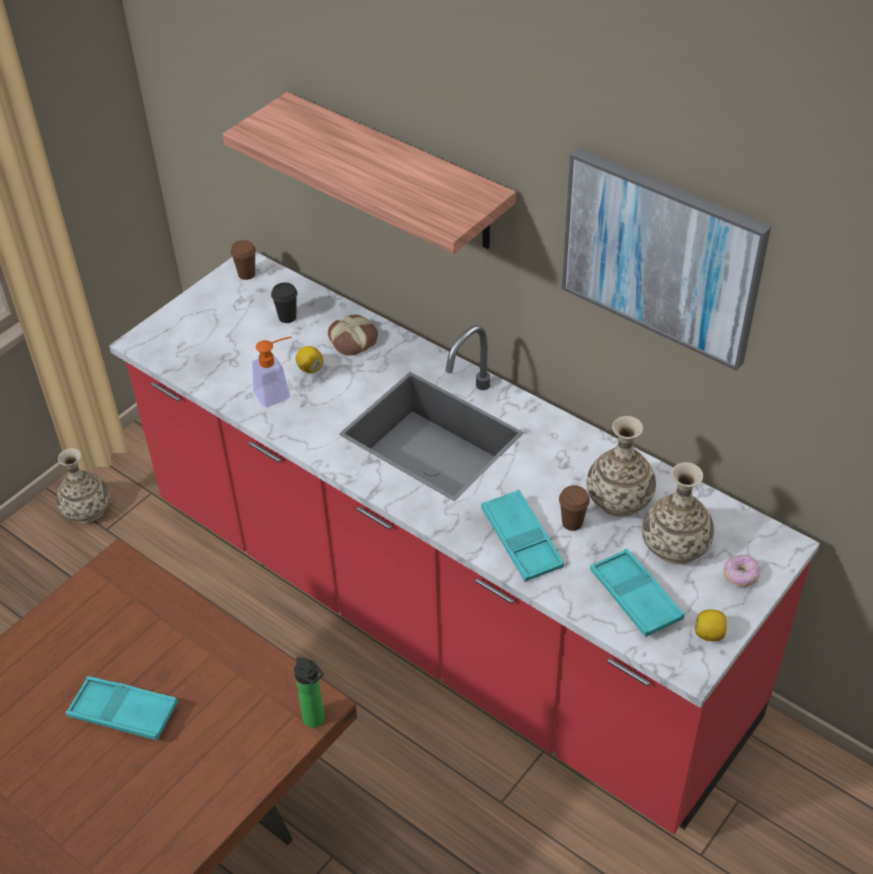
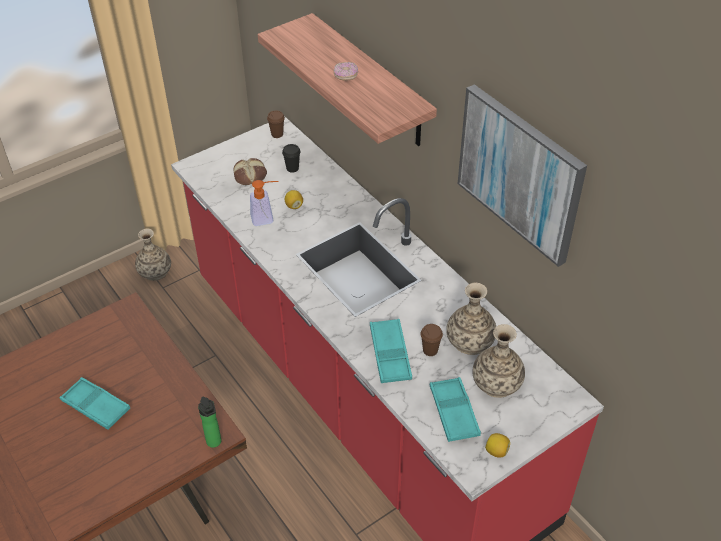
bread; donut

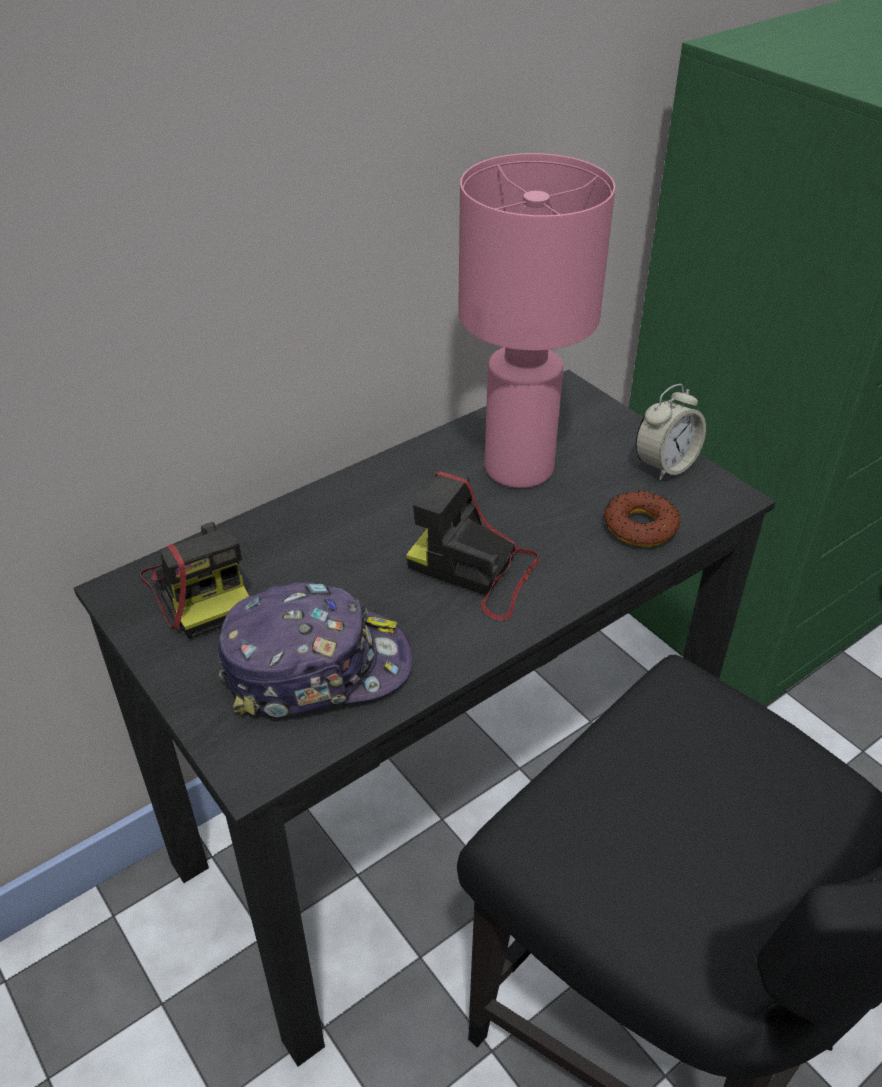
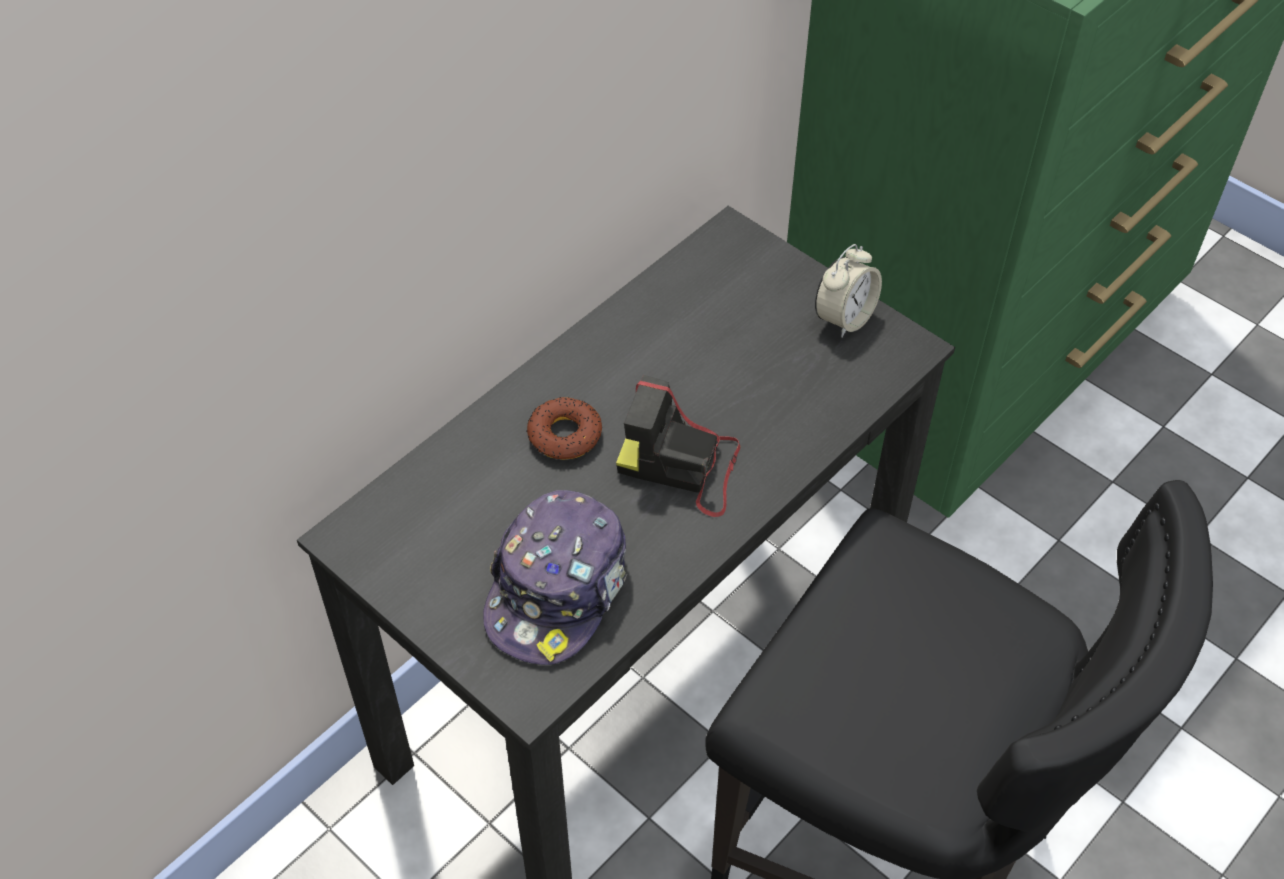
photo camera (no. 1 from left in the first image); cap; pink table lamp; donut

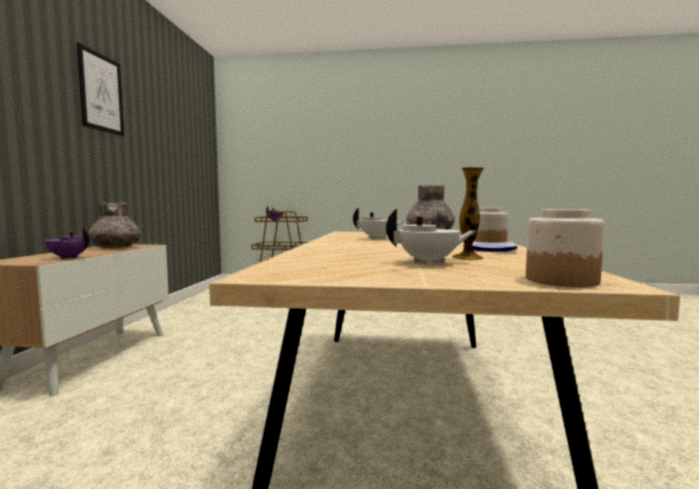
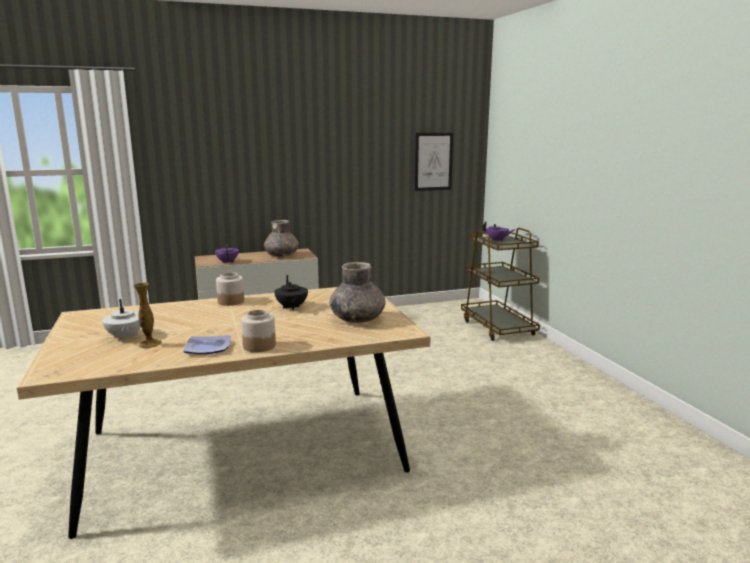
picture; black teapot; jar (no. 1 from left)

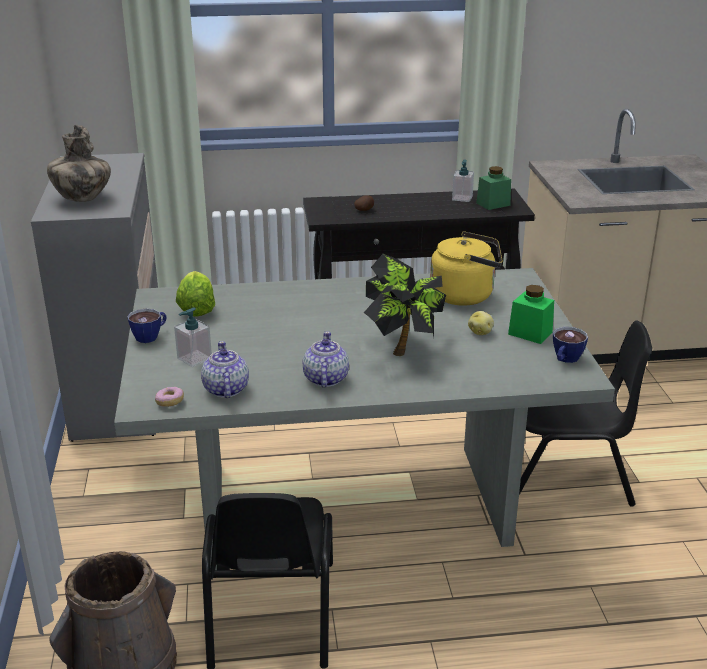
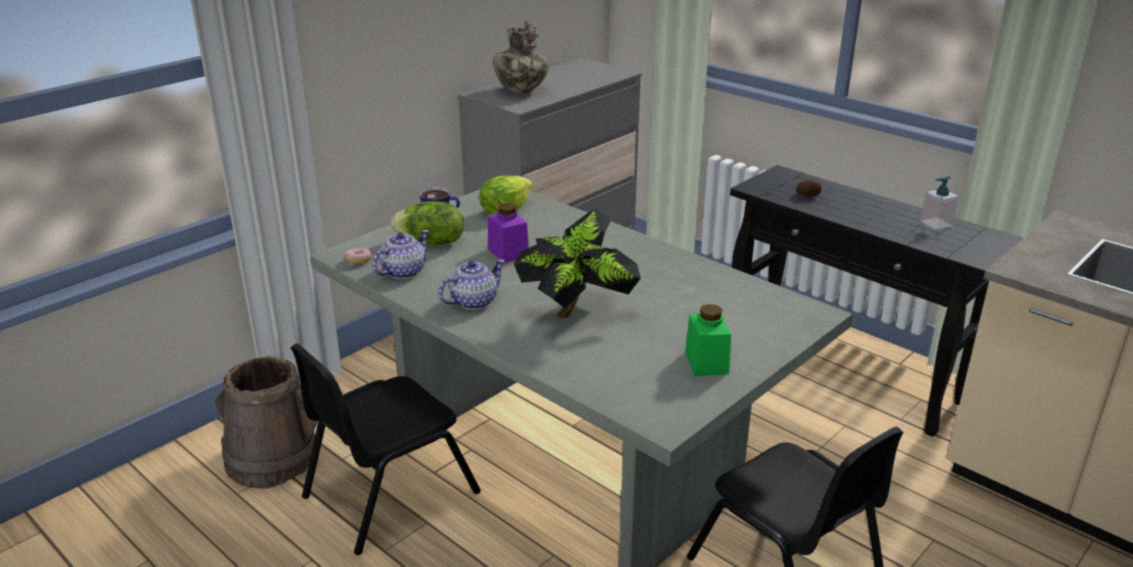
lettuce (no. 1 from left); yellow kettle; potato (no. 2 from left in the first image); green jar (no. 1 from left in the first image); cup (no. 2 from left in the first image); purple jar

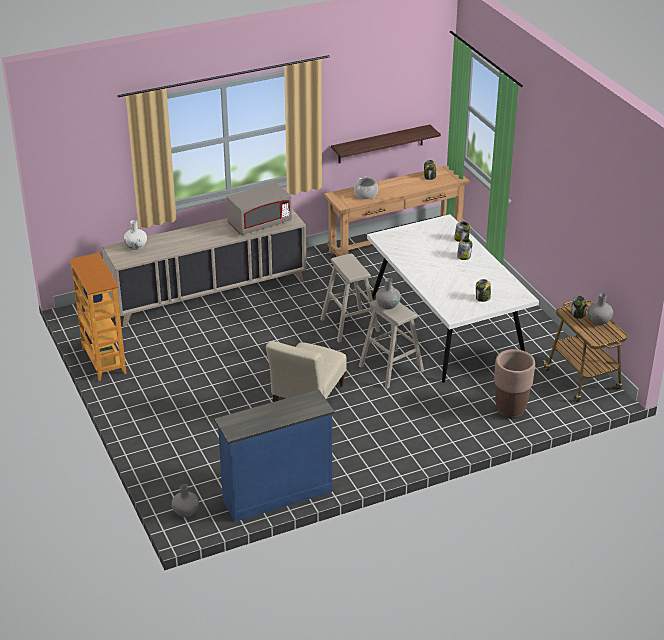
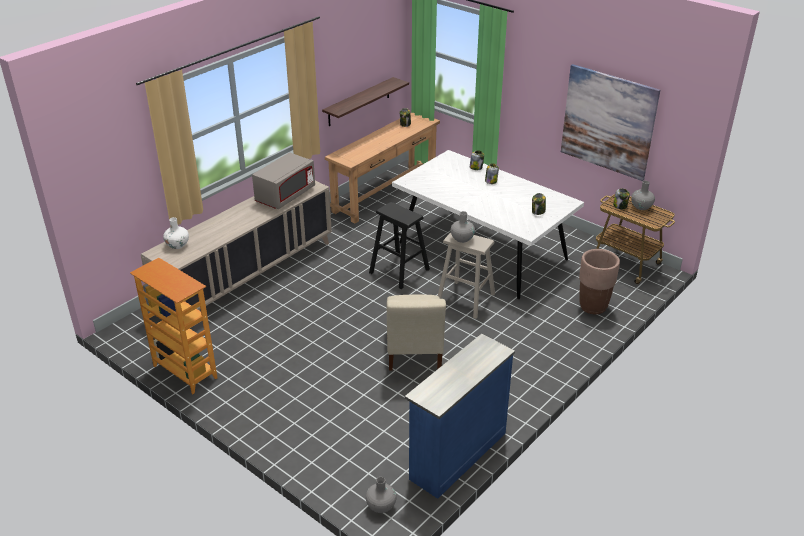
black stool; cooking pot; picture

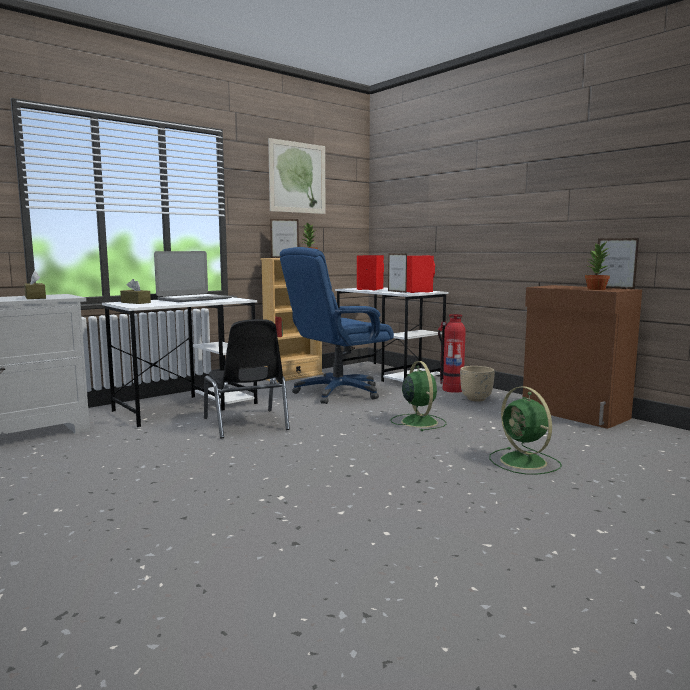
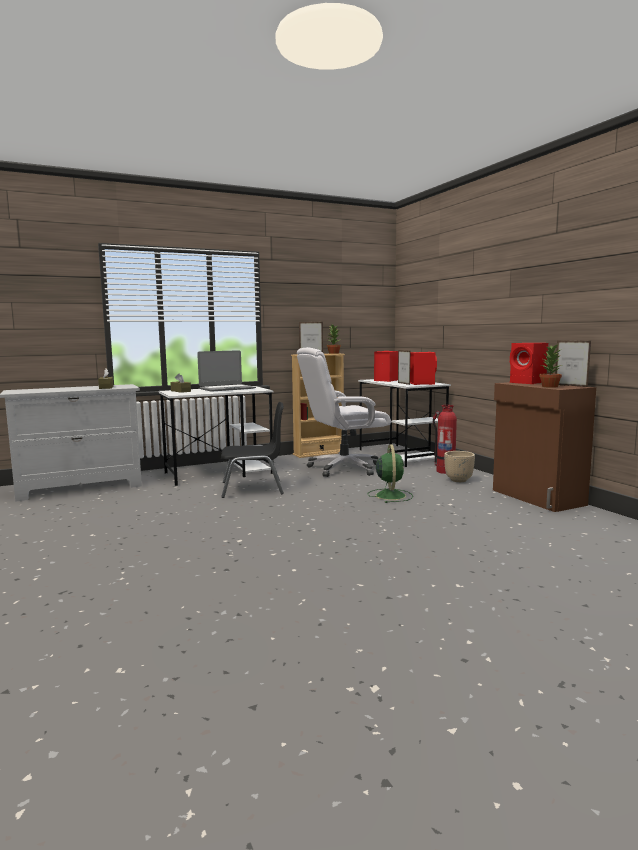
black chair; picture; white office chair; green fan (no. 2 from left in the first image); red speaker (no. 3 from left)

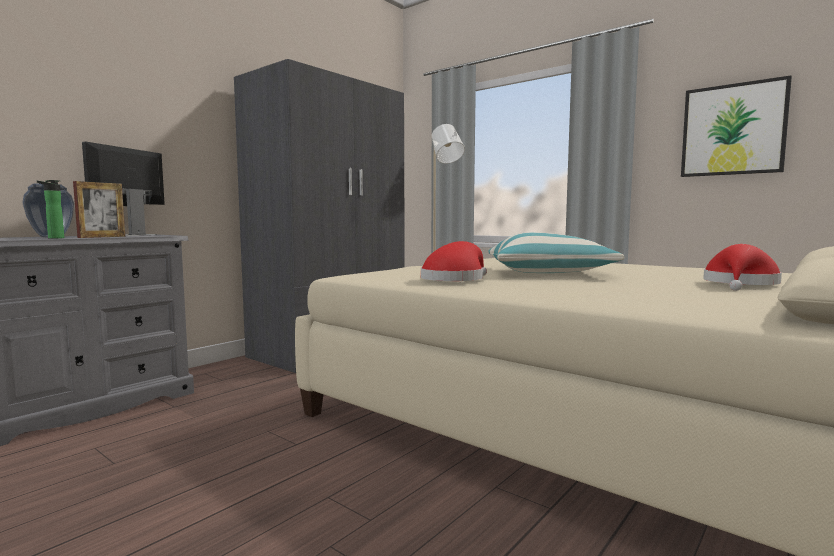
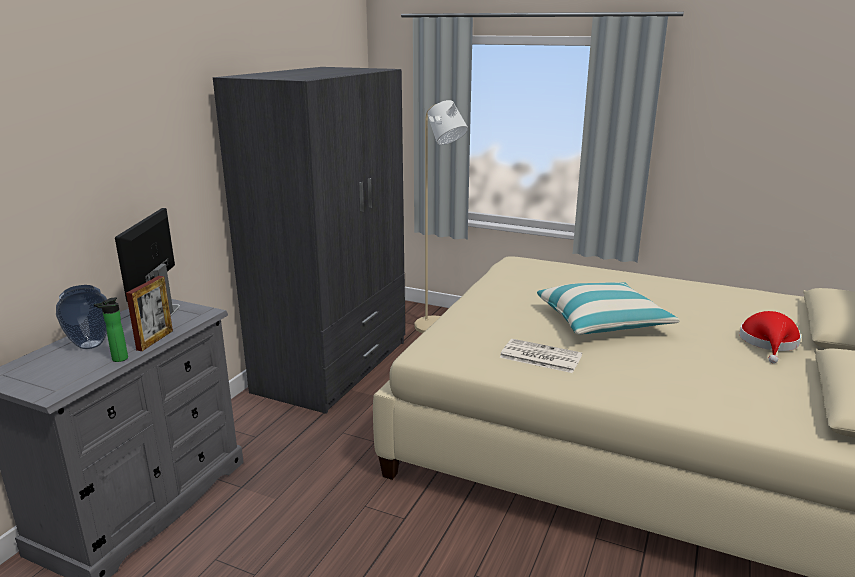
newspaper; picture

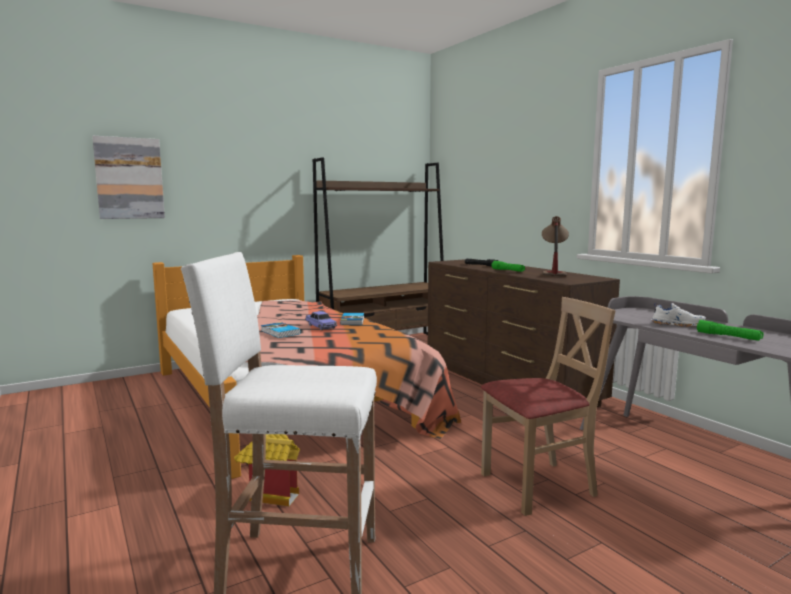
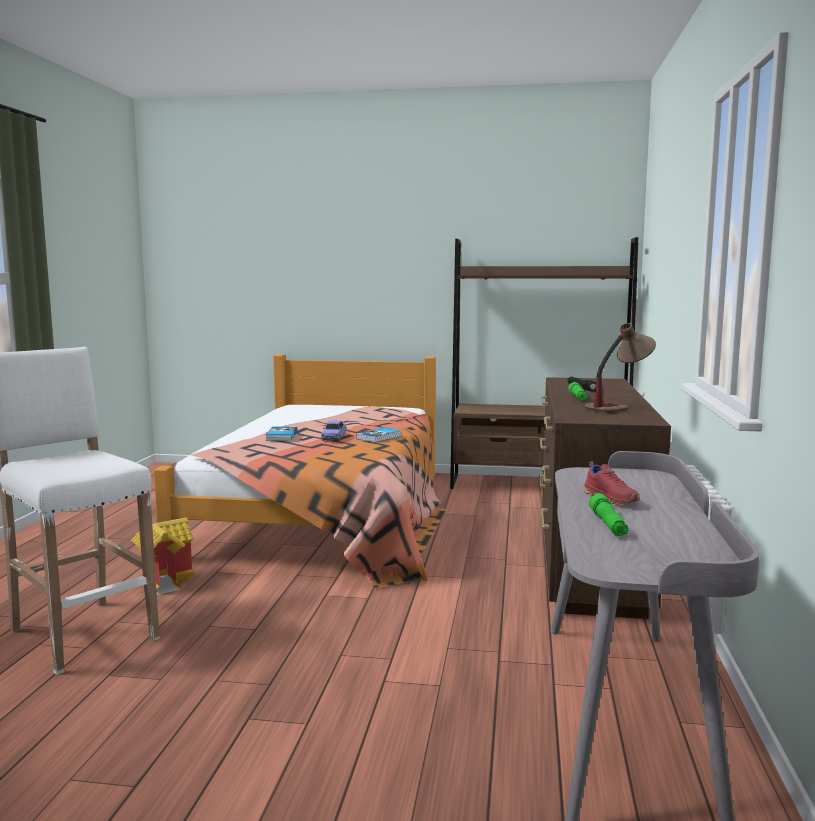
picture; beige chair; red shoe

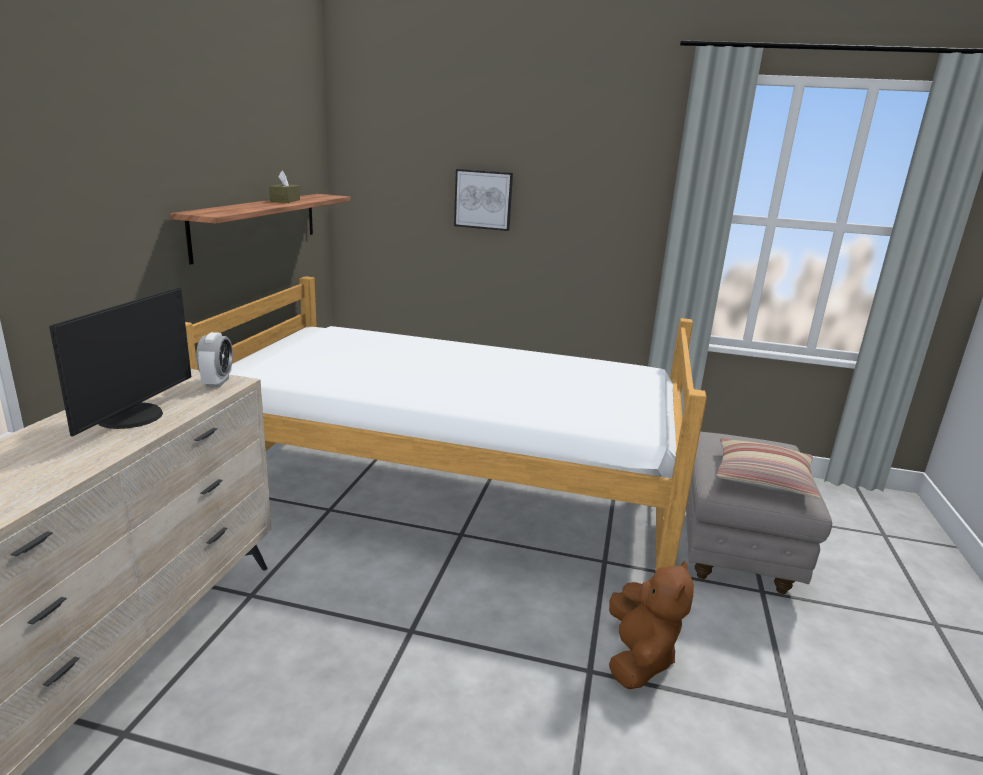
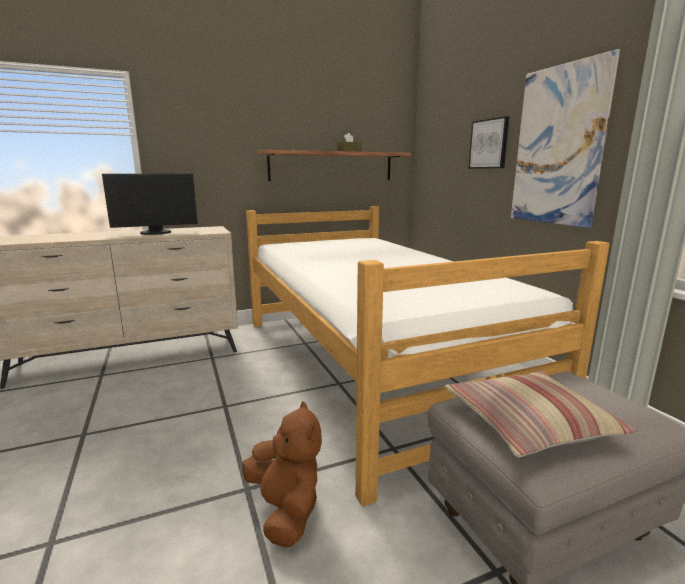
alarm clock; brown plush toy; picture (no. 2 from left)

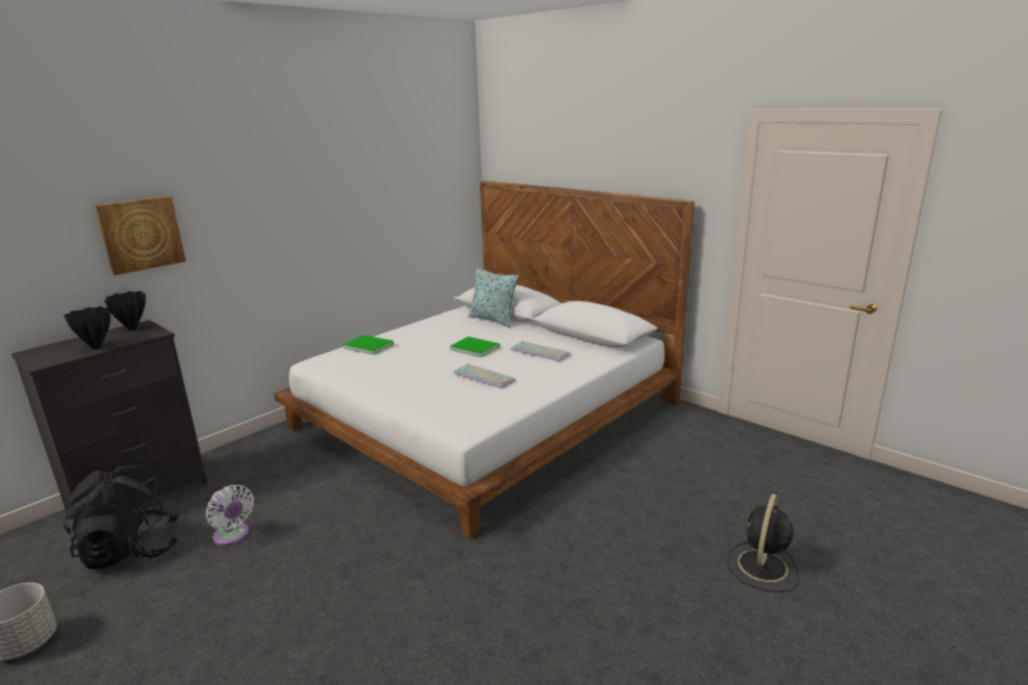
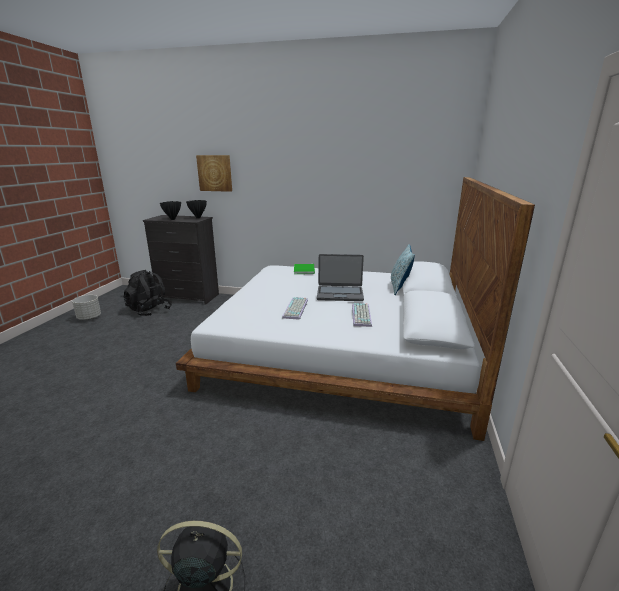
white fan; laptop

